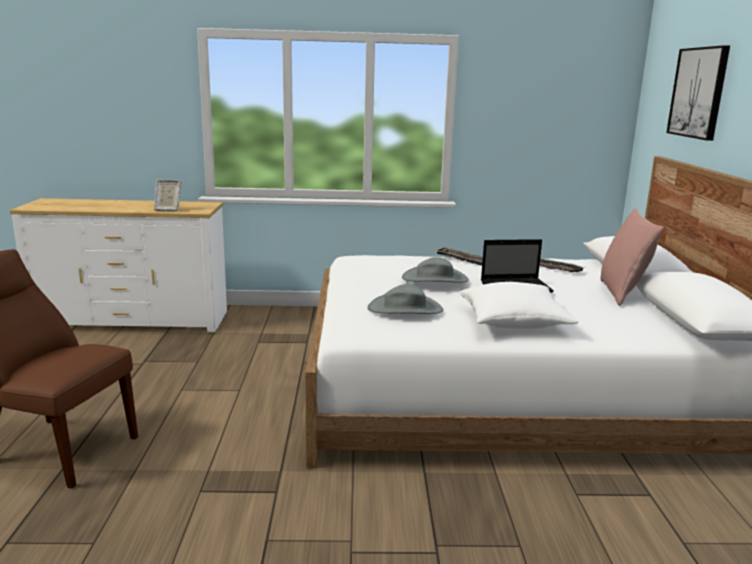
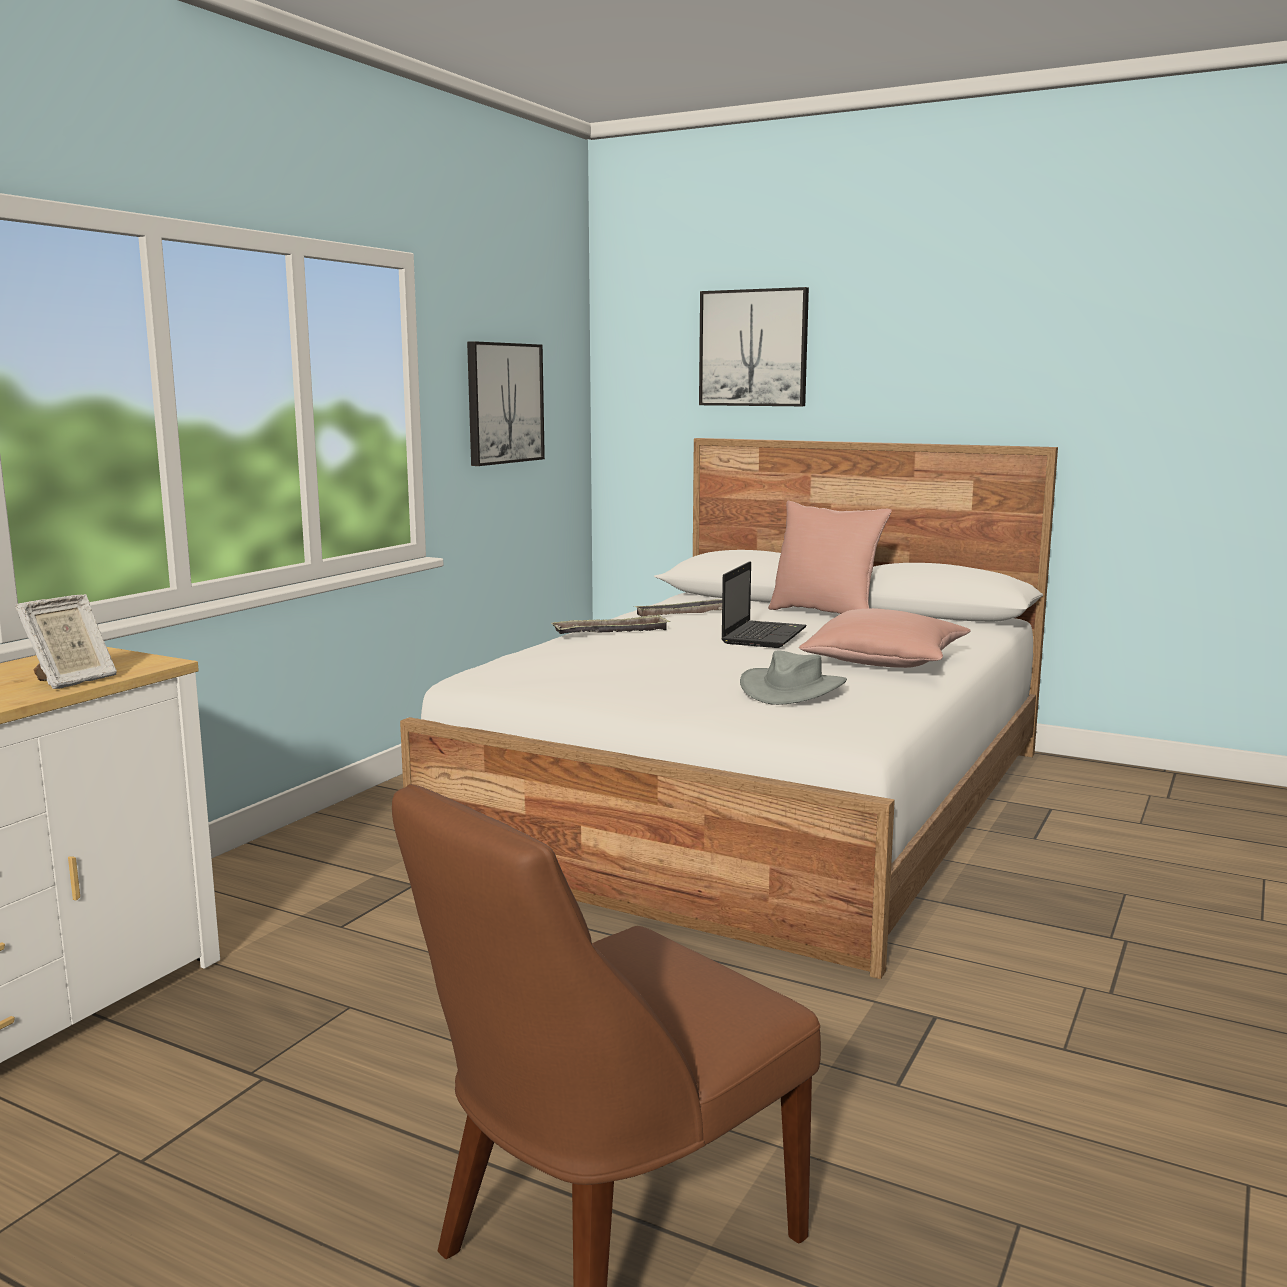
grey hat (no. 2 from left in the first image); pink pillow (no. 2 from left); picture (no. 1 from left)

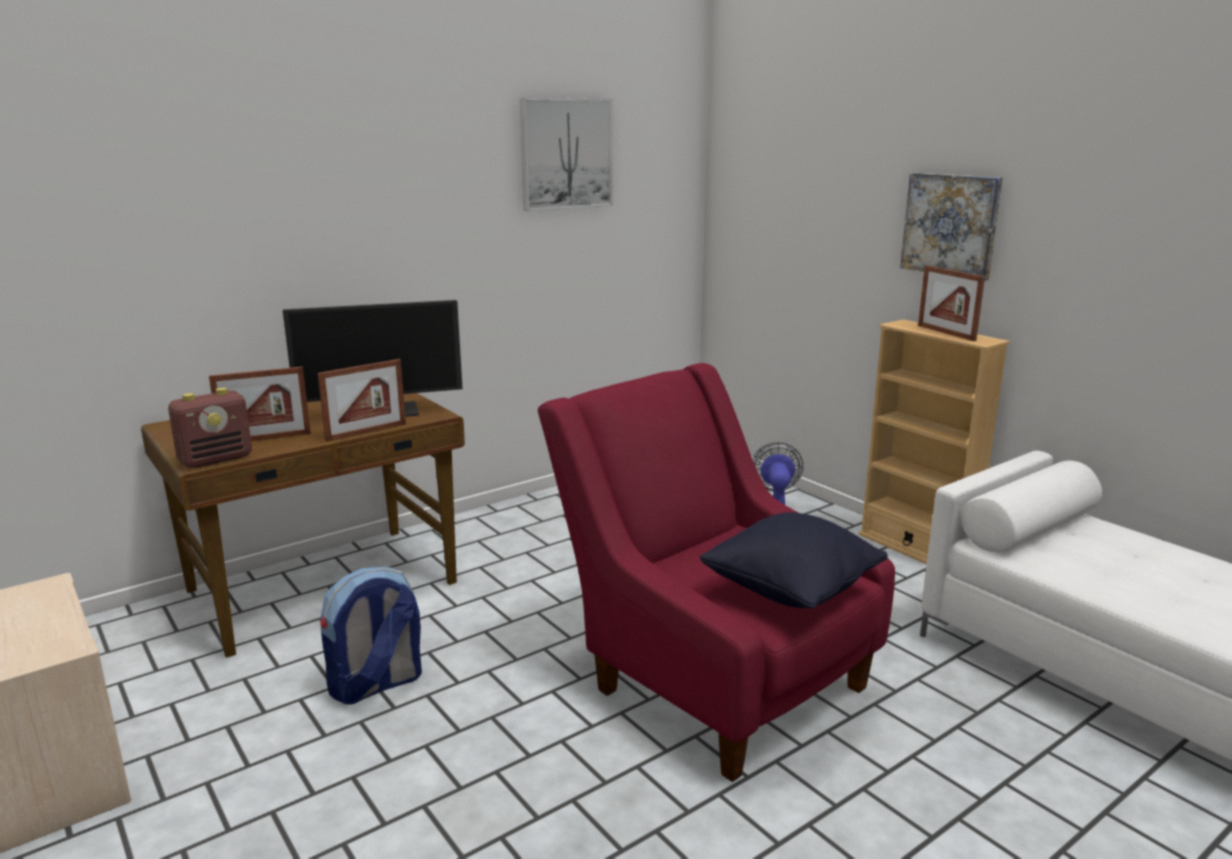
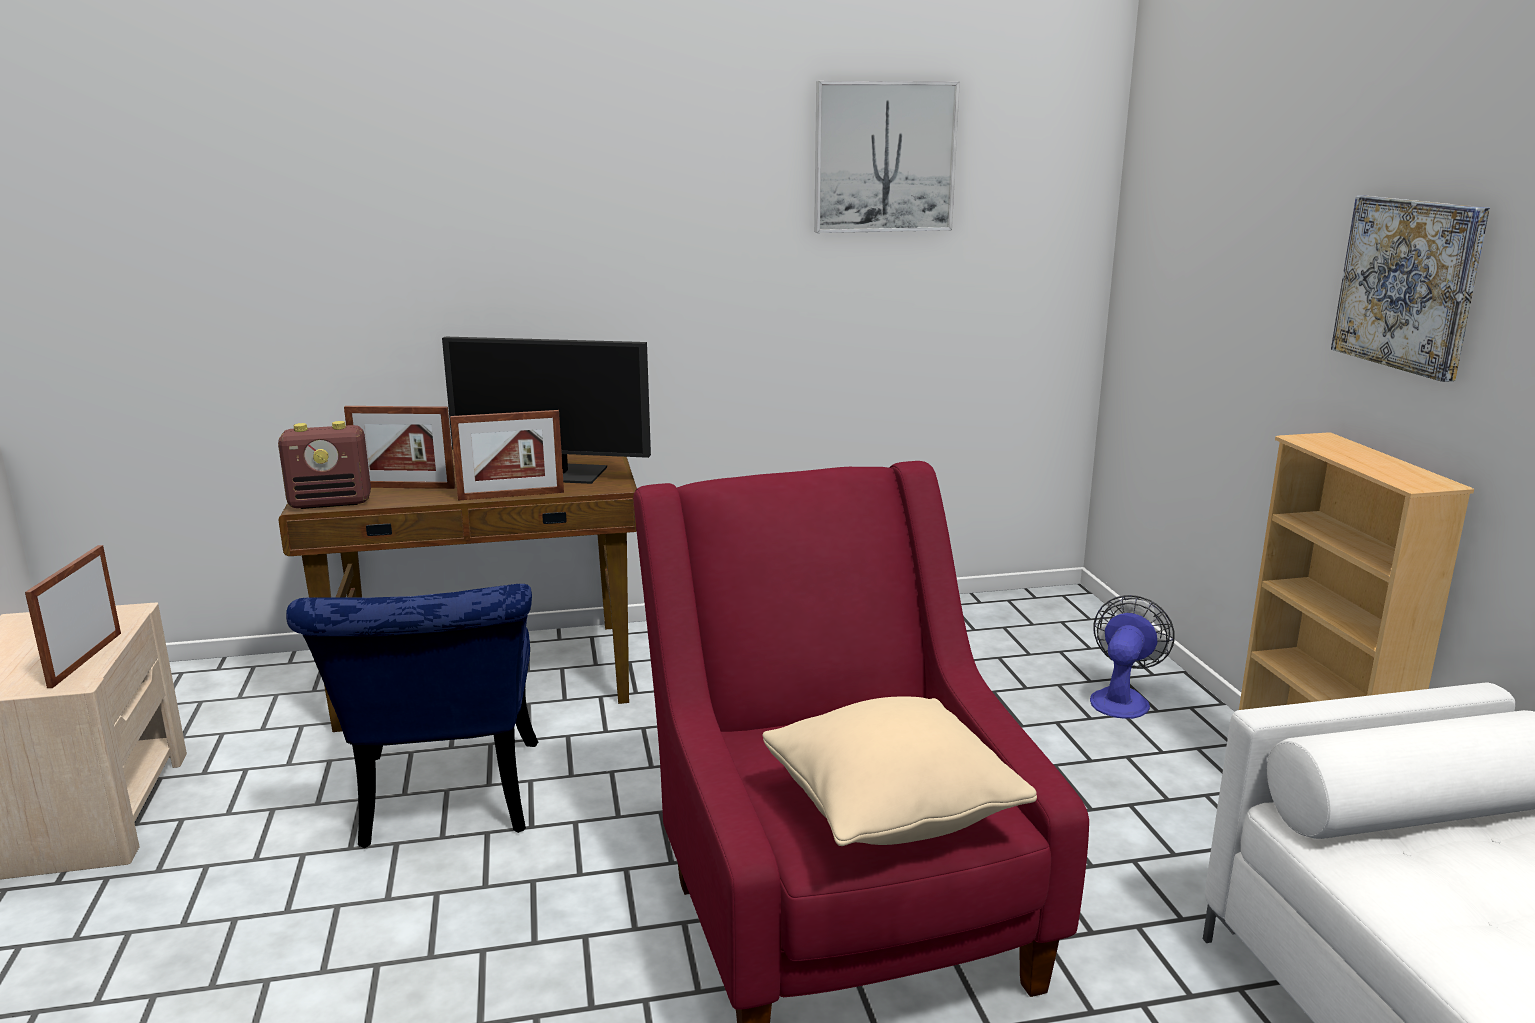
blue chair; beige pillow; picture frame (no. 1 from left)

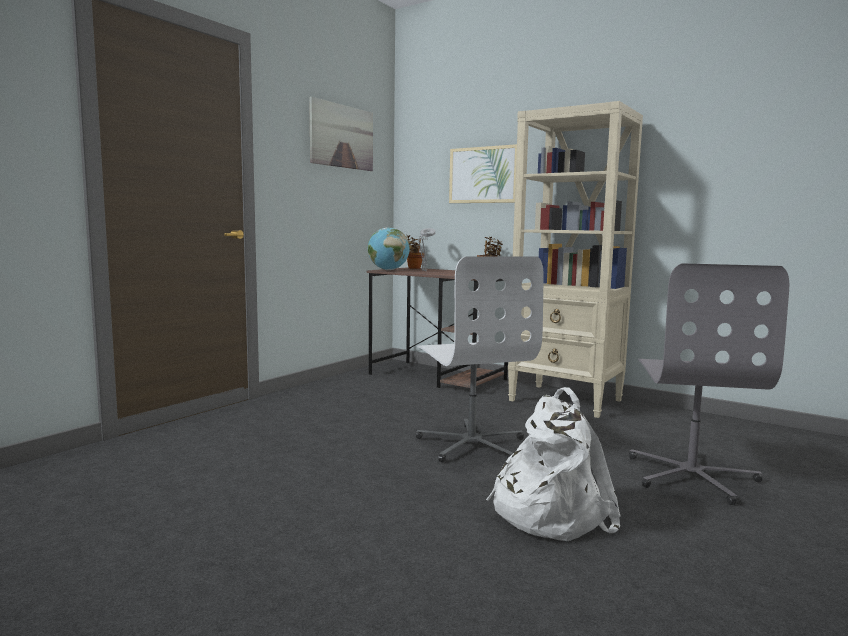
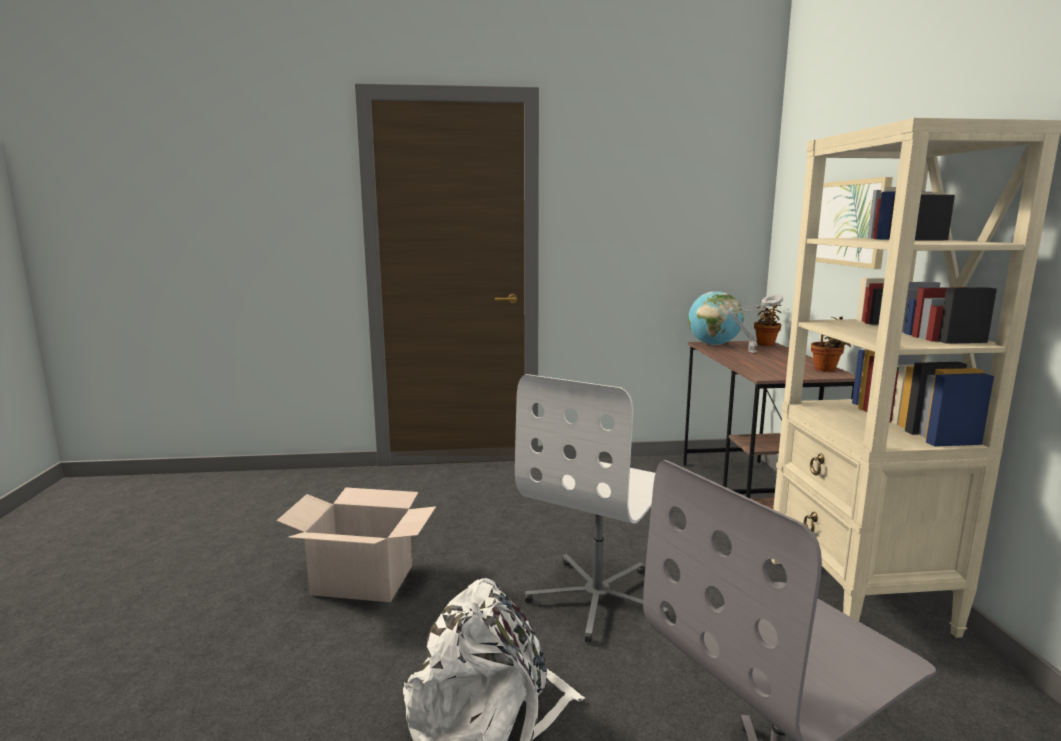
picture (no. 1 from left in the first image); cardboard box

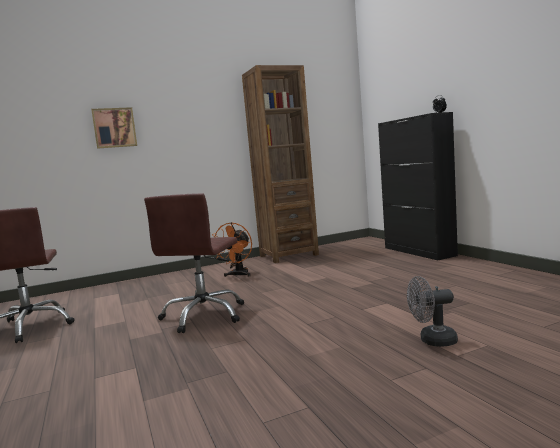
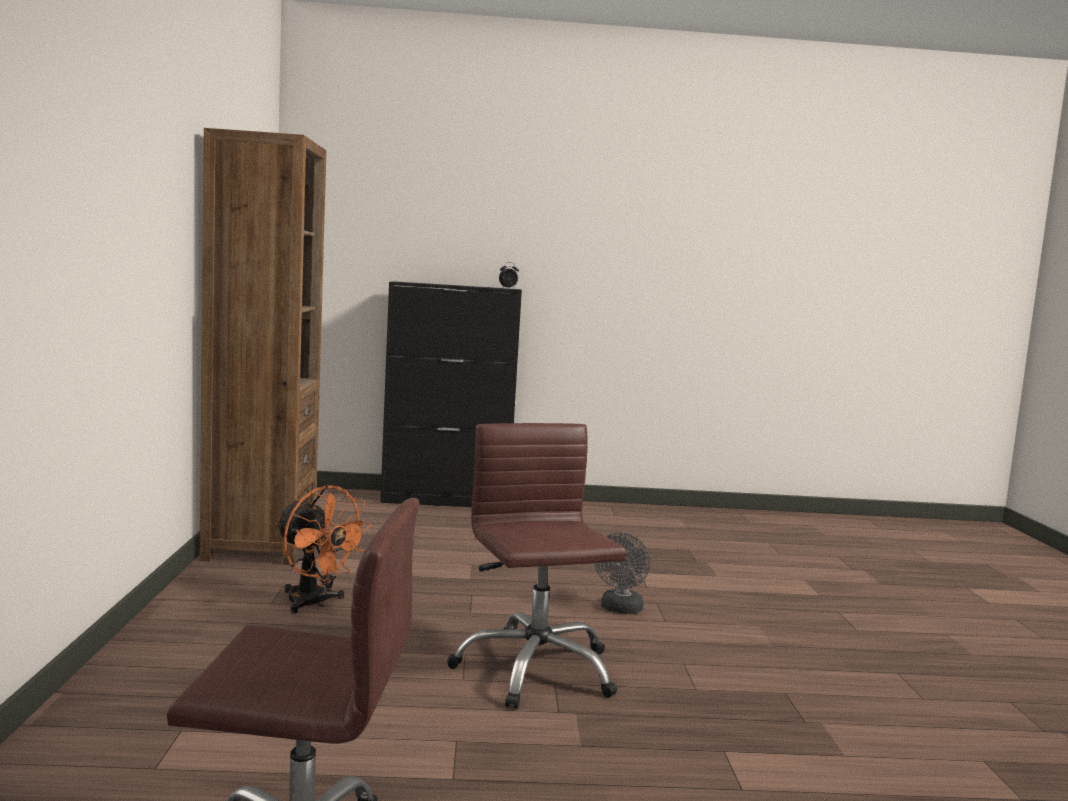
picture; brown office chair (no. 2 from left); grey fan

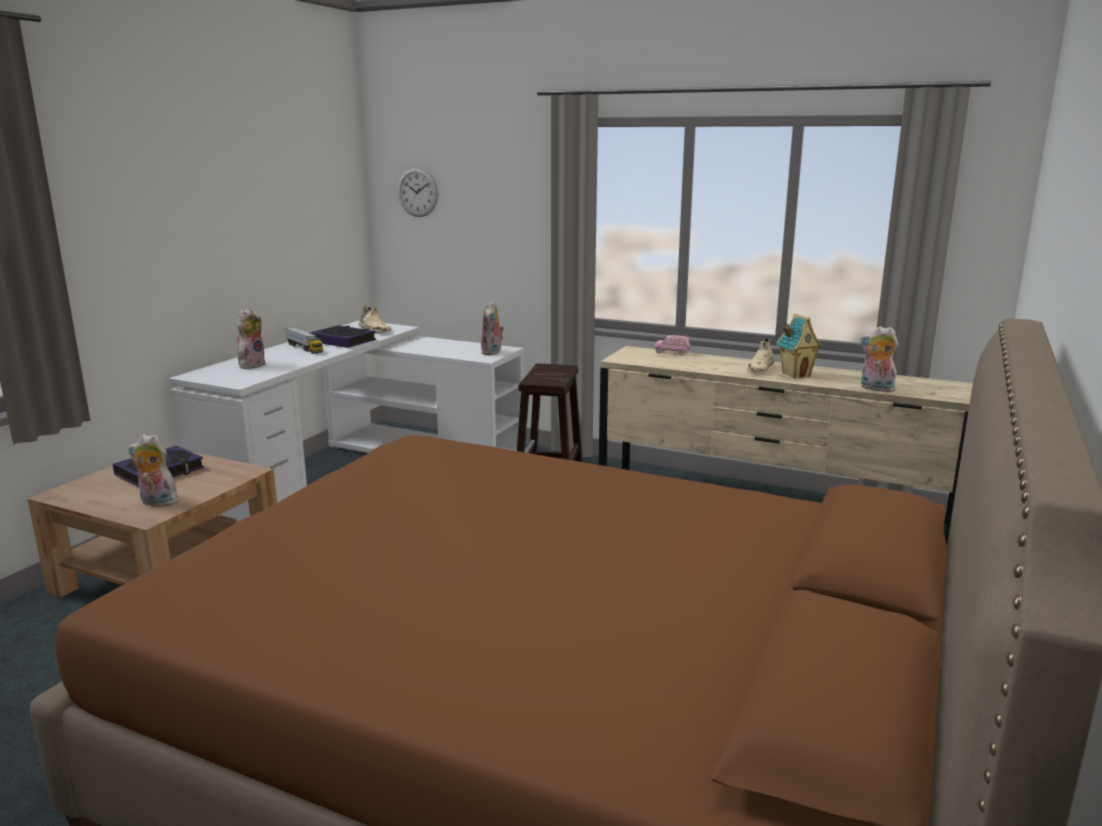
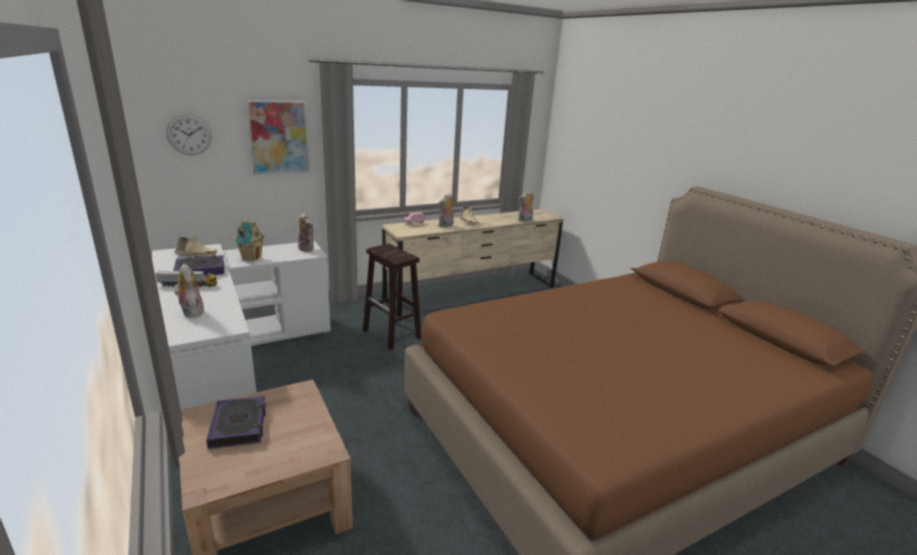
plush toy (no. 3 from left); toy house; picture

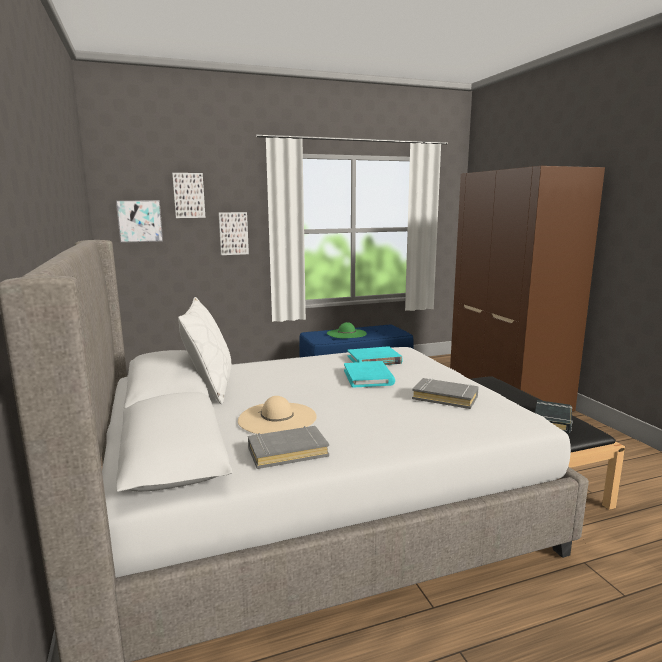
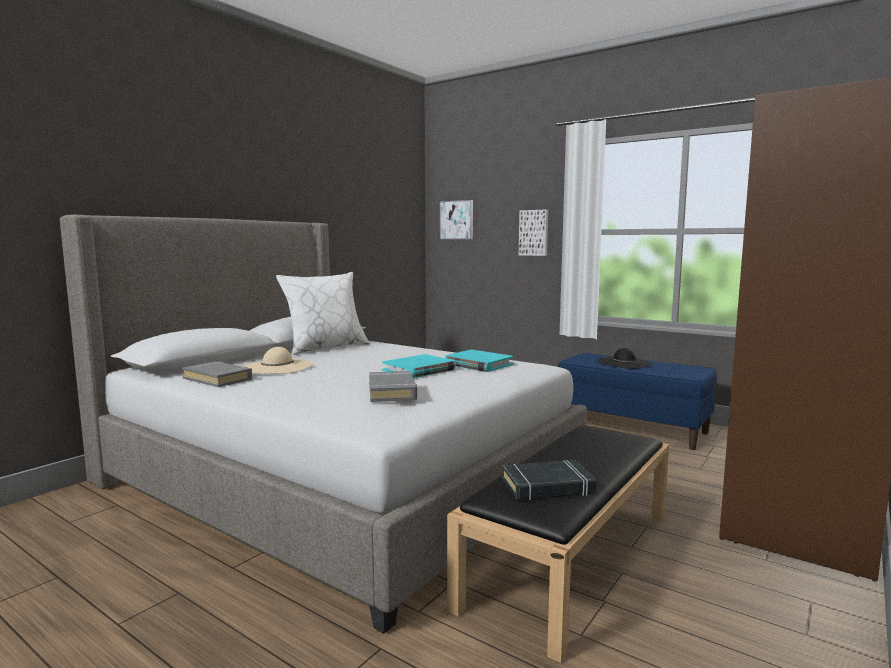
picture (no. 2 from left in the first image); black hat

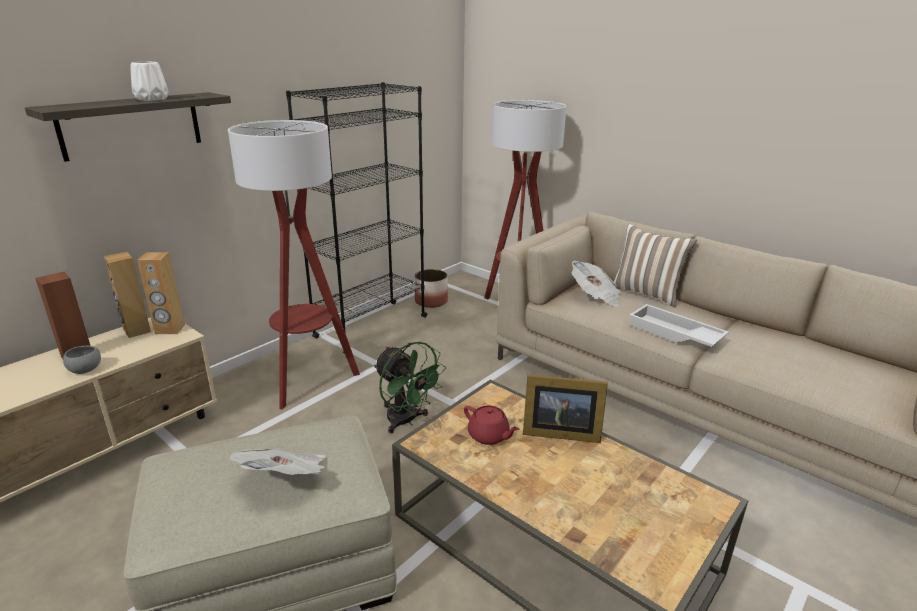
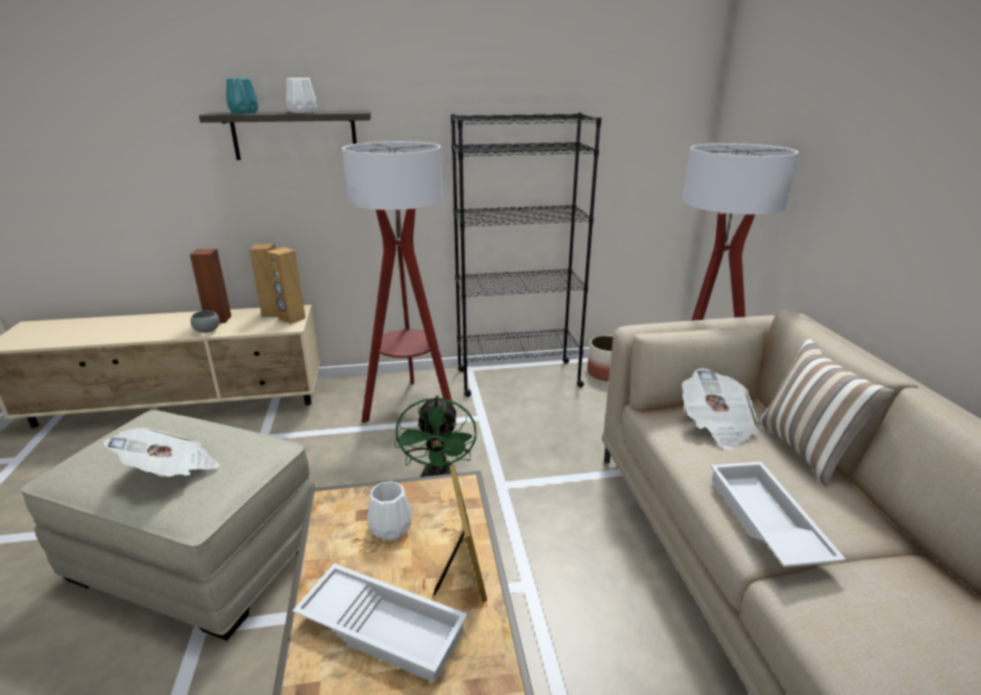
white vase (no. 2 from left); picture frame; turquoise vase; white tray (no. 1 from left)

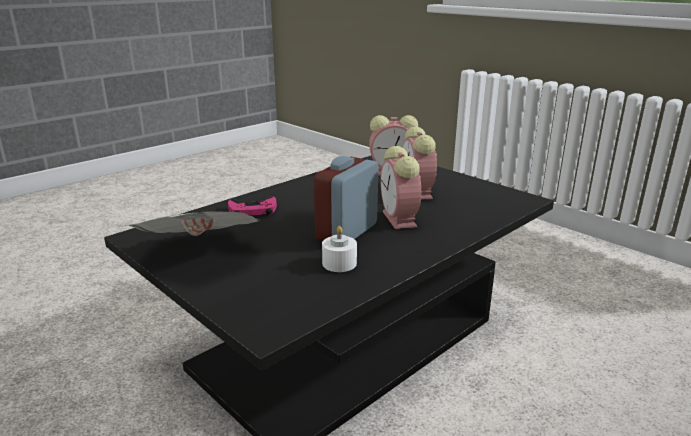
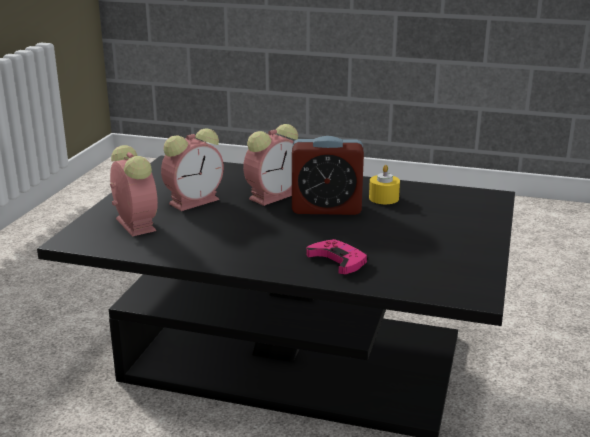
newspaper; yellow candle

